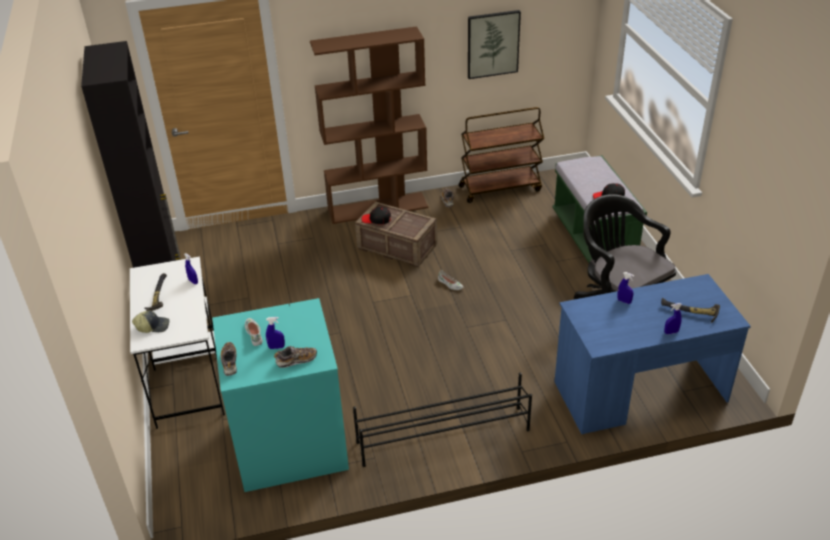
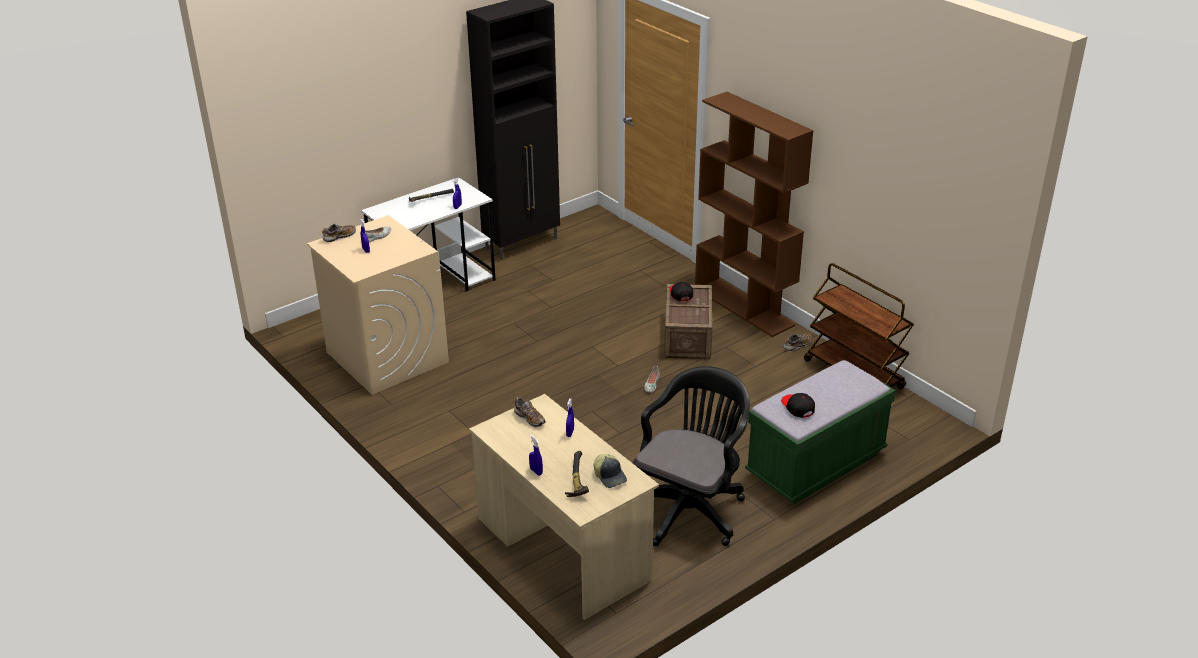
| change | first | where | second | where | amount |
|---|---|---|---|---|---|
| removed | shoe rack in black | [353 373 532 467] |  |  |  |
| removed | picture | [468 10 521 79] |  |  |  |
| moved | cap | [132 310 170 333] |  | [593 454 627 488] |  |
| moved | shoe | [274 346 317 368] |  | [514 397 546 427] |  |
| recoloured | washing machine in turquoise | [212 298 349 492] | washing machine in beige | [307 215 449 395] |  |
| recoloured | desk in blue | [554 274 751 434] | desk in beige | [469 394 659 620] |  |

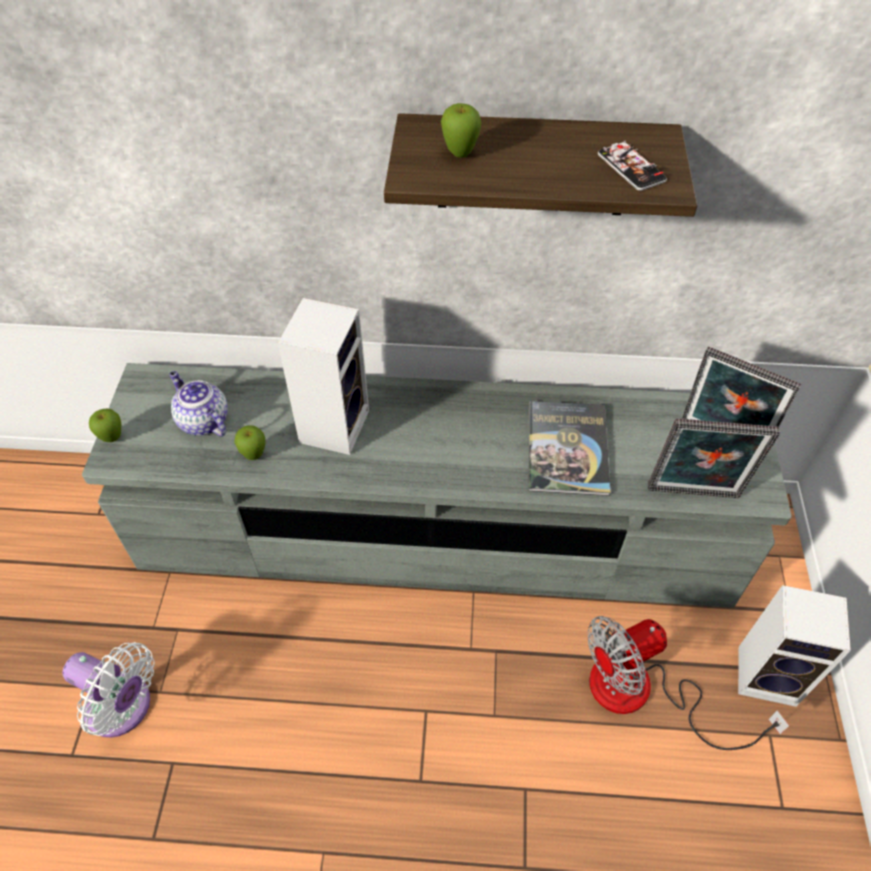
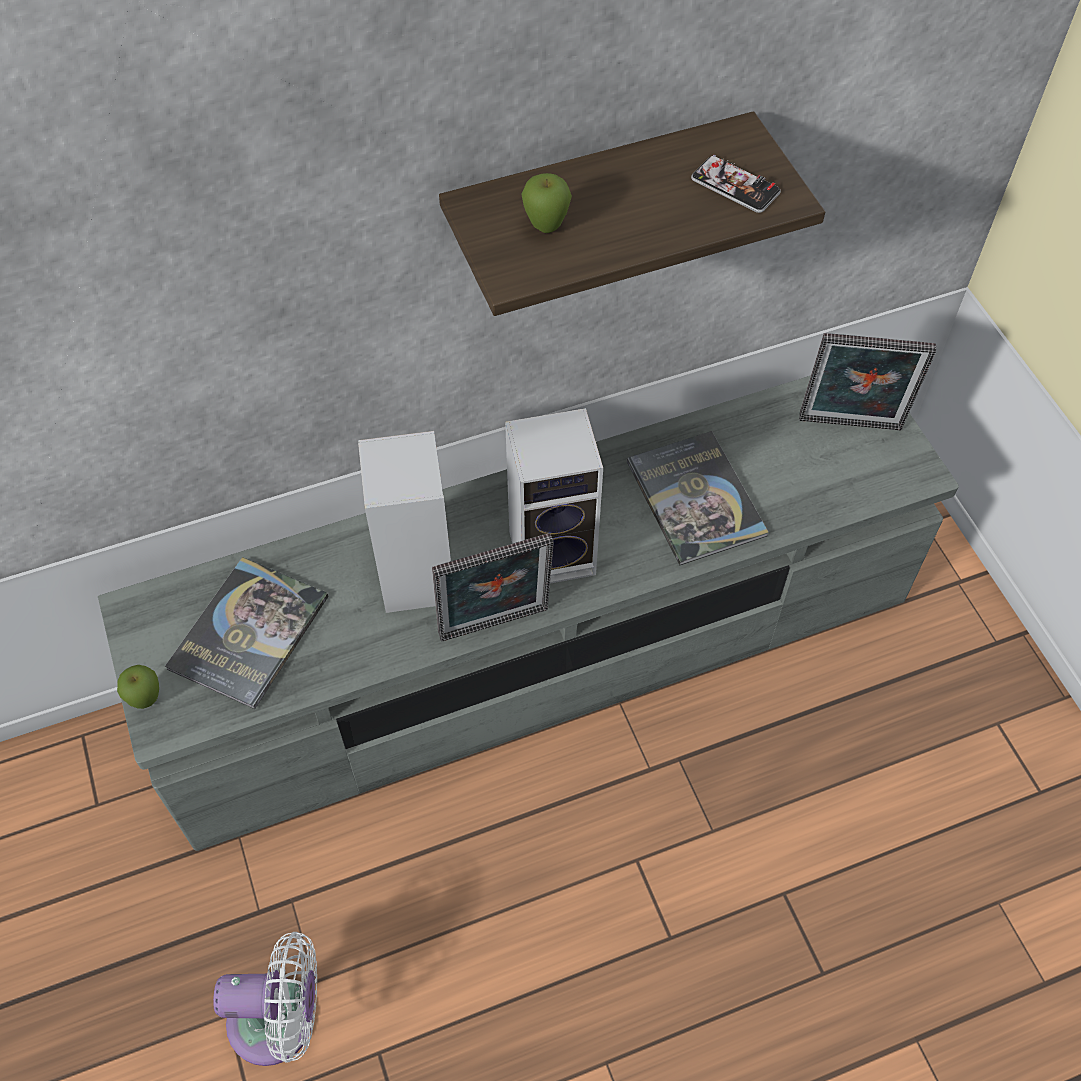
| change | first | where | second | where | amount |
|---|---|---|---|---|---|
| removed | apple | [234 425 266 460] |  |  |  |
| removed | fan | [587 616 789 750] |  |  |  |
| moved | picture frame | [648 419 780 498] |  | [432 533 554 642] |  |
| moved | speaker | [738 585 851 707] |  | [505 408 603 583] |  |
| replaced | teapot | [169 371 228 437] | book | [165 557 329 709] |  |

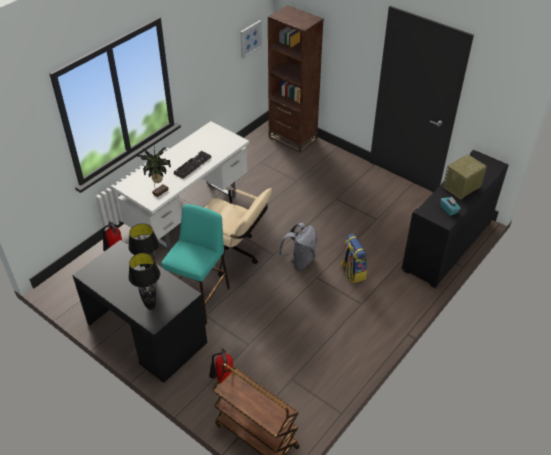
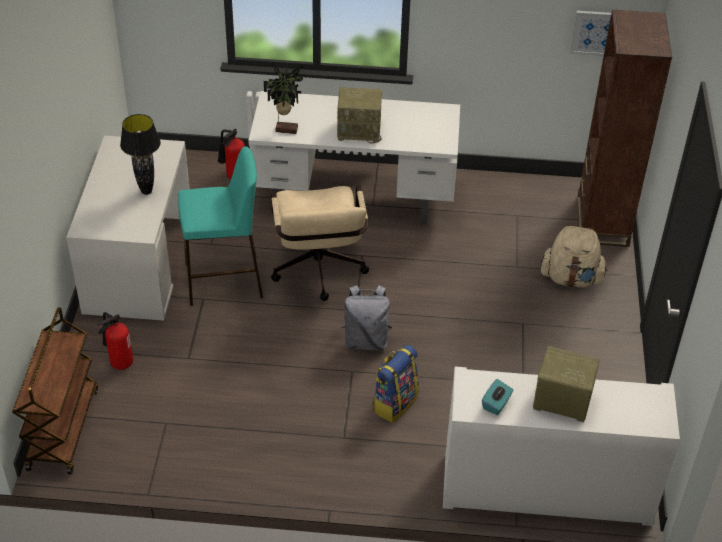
| change | first | where | second | where | amount |
|---|---|---|---|---|---|
| removed | table lamp in black | [128 253 160 310] |  |  |  |
| added |  |  | backpack in beige | [541 225 608 287] |  |
| replaced | keyboard | [174 151 211 179] | radio | [337 87 382 144] |  |
| recoloured | desk in black | [72 240 207 383] | desk in white | [66 136 190 321] |  |
| recoloured | cabinet in black | [402 150 509 288] | cabinet in white | [443 367 680 526] |  |

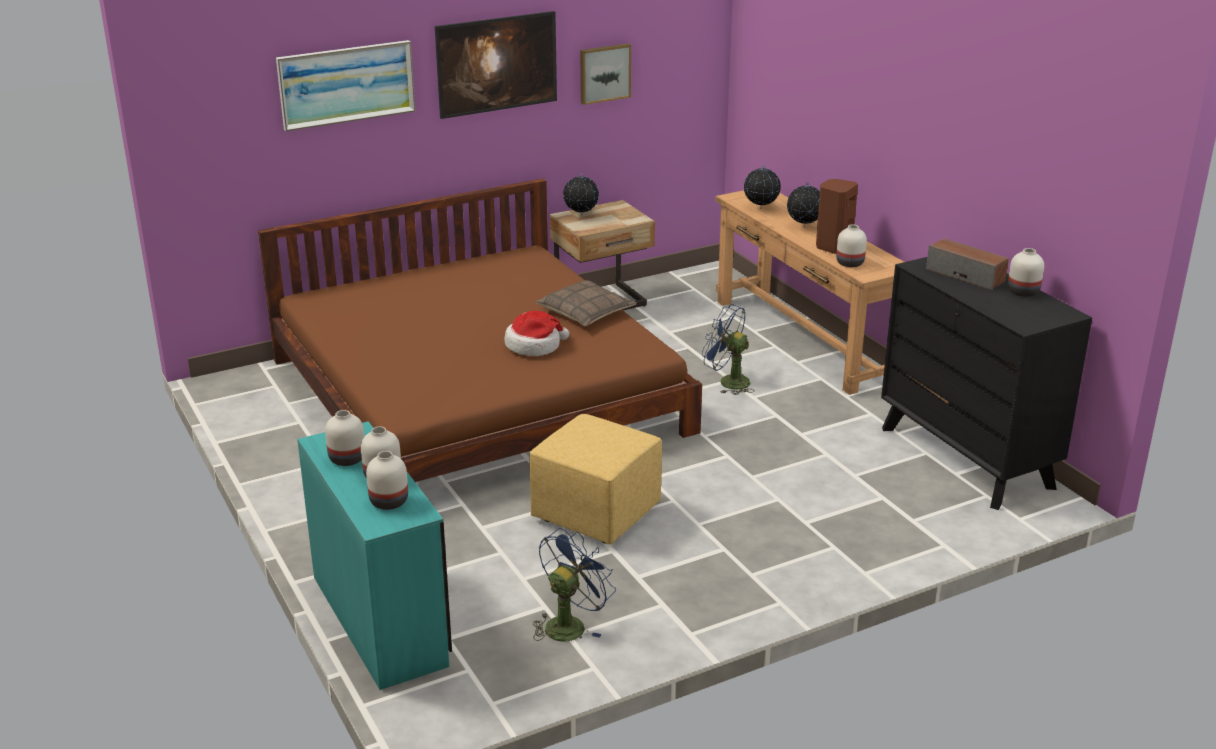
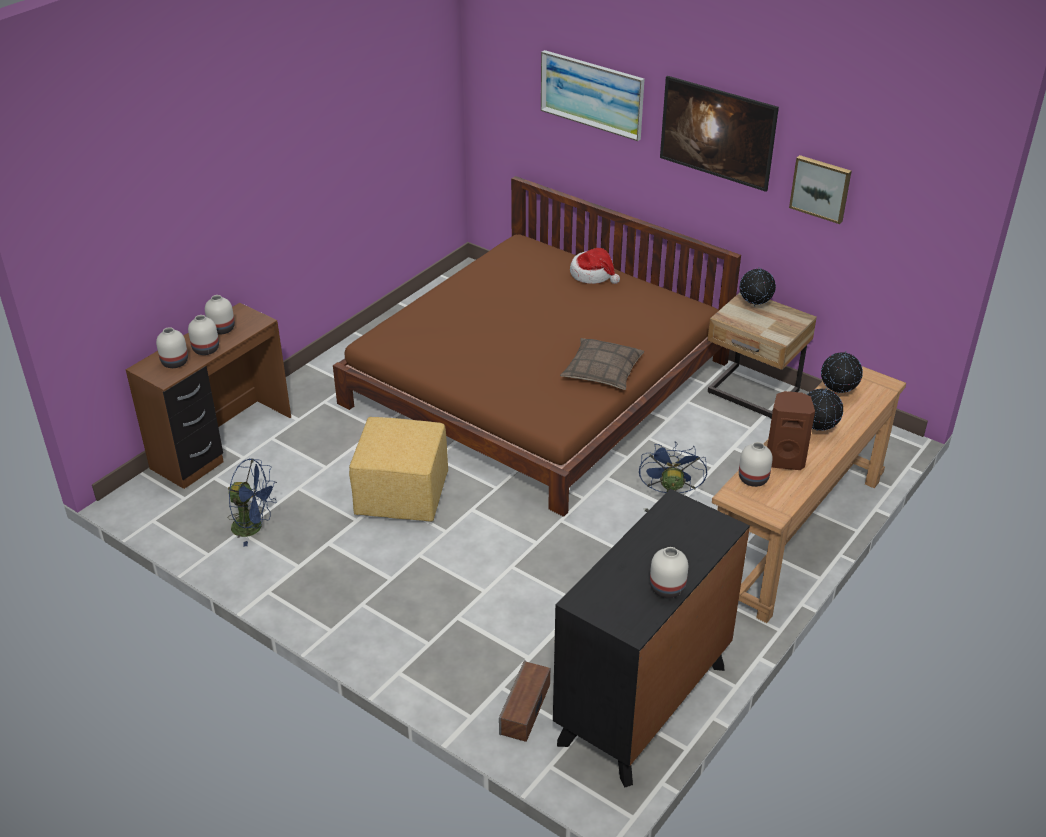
| change | first | where | second | where | amount |
|---|---|---|---|---|---|
| moved | hat | [504 311 569 356] |  | [570 248 620 284] |  |
| moved | speaker | [926 238 1009 290] |  | [499 660 550 742] |  |
| recoloured | desk in turquoise | [297 421 452 690] | desk in brown | [126 303 291 489] |  |

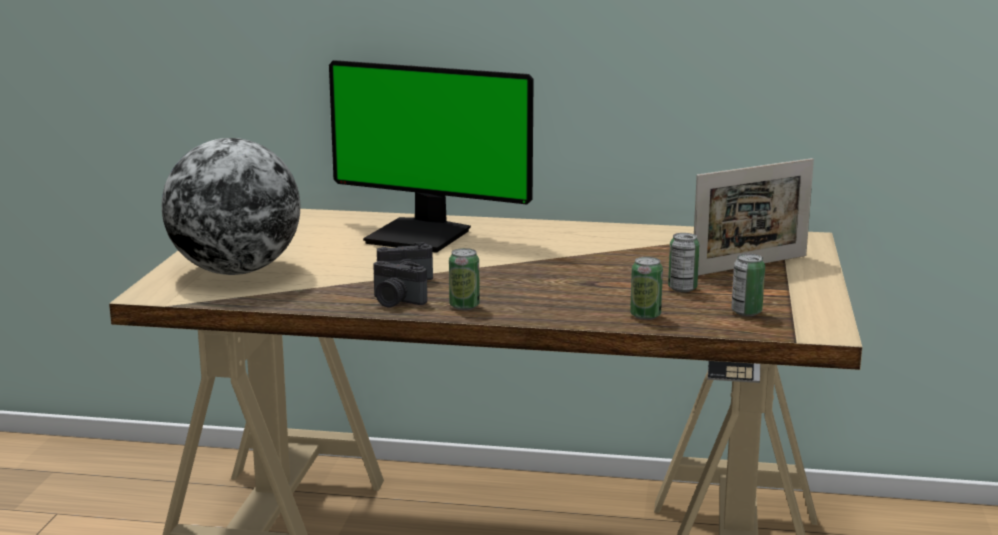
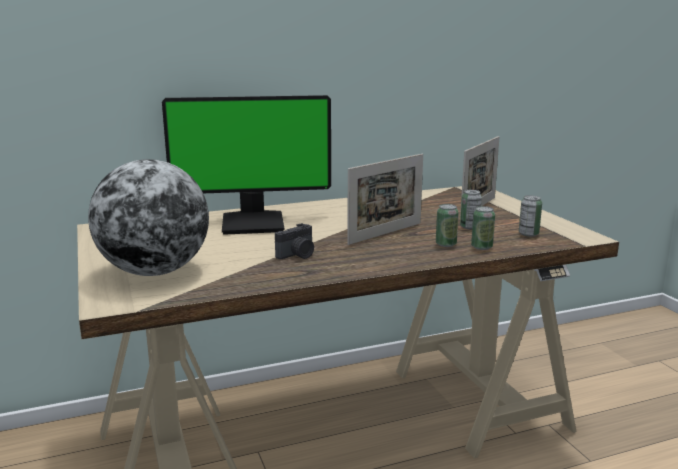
| change | first | where | second | where | amount |
|---|---|---|---|---|---|
| removed | photo camera | [373 261 427 307] |  |  |  |
| added |  |  | picture frame | [347 154 423 245] |  |
| moved | can | [449 248 479 310] |  | [436 204 459 247] |  |

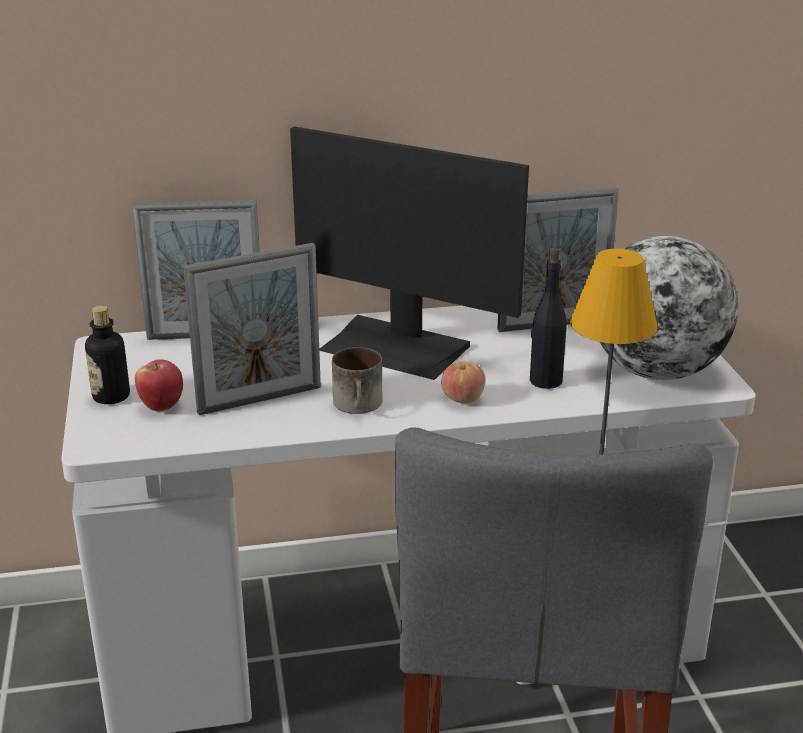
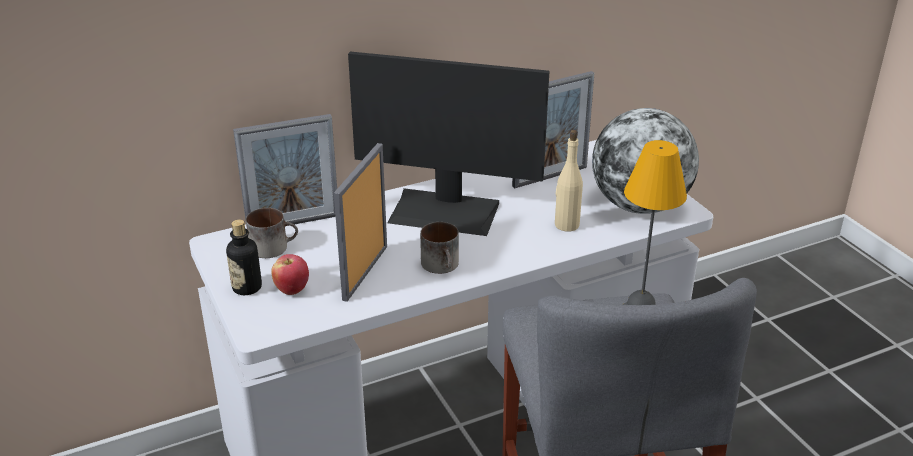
| change | first | where | second | where | amount |
|---|---|---|---|---|---|
| removed | apple | [441 361 485 403] |  |  |  |
| added |  |  | mug | [246 208 298 258] |  |
| recoloured | bottle in black | [530 248 567 389] | bottle in beige | [555 130 583 232] |  |
| turned | picture frame | [183 243 321 415] |  | [334 143 387 302] | 150 degrees clockwise |

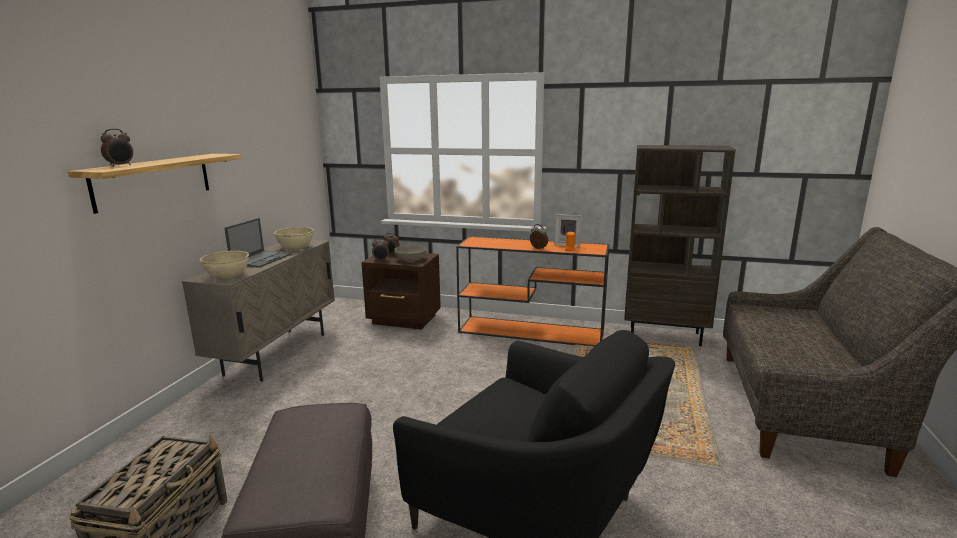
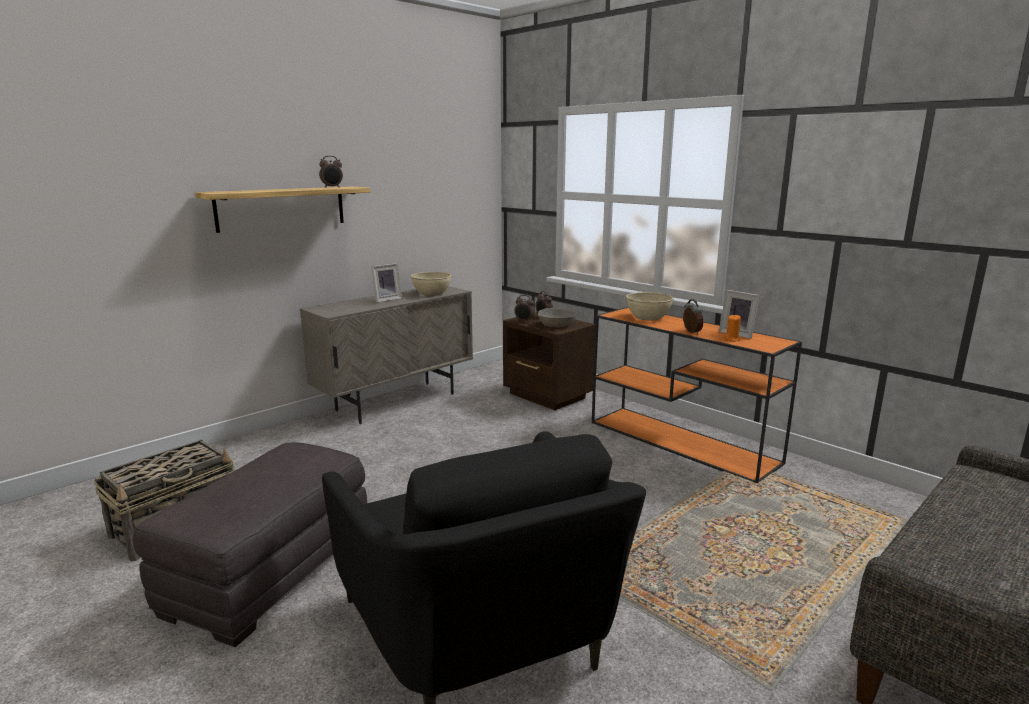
| change | first | where | second | where | amount |
|---|---|---|---|---|---|
| removed | bookcase in brown | [624 145 736 346] |  |  |  |
| moved | alarm clock | [101 129 133 167] |  | [319 156 343 188] |  |
| moved | bowl in beige | [200 251 249 280] |  | [626 292 674 321] |  |
| replaced | laptop | [224 218 291 268] | picture frame | [371 263 402 303] |  |

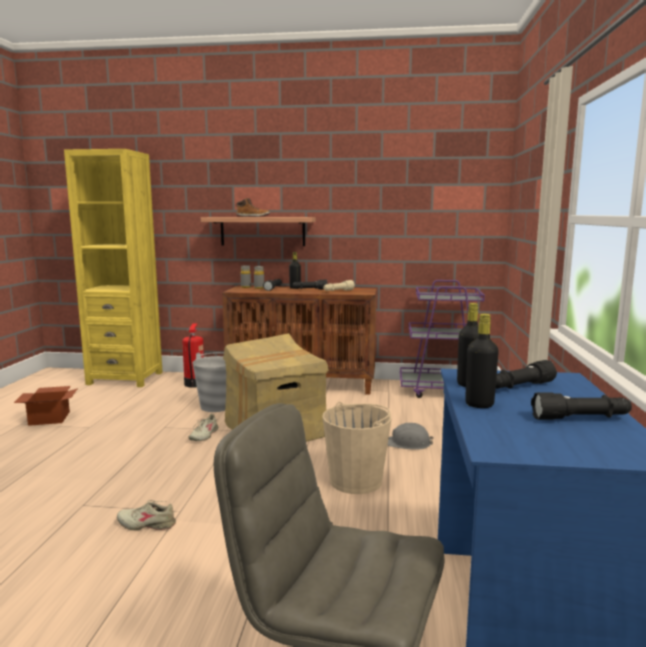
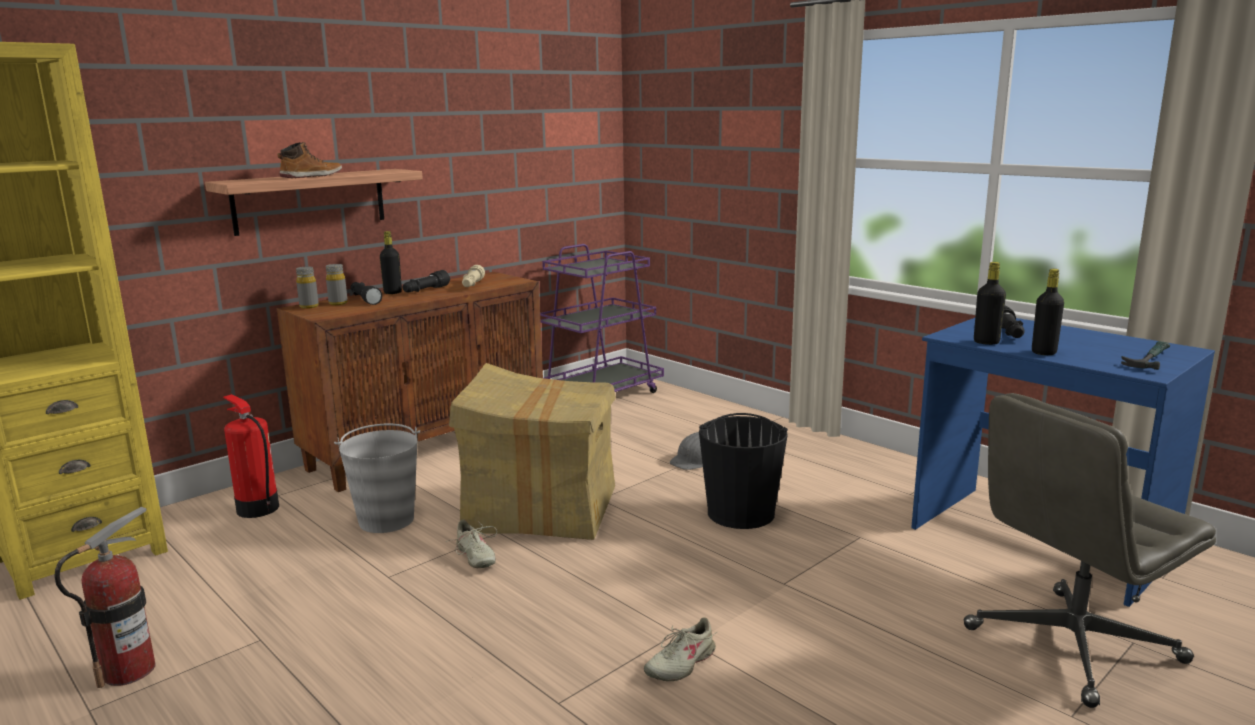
| change | first | where | second | where | amount |
|---|---|---|---|---|---|
| removed | flashlight in black | [531 393 632 420] |  |  |  |
| added |  |  | hammer | [1121 341 1170 370] |  |
| replaced | cardboard box | [14 386 78 426] | fire extinguisher | [54 507 155 688] |  |
| recoloured | bucket in beige | [322 402 392 494] | bucket in black | [699 413 788 529] |  |

